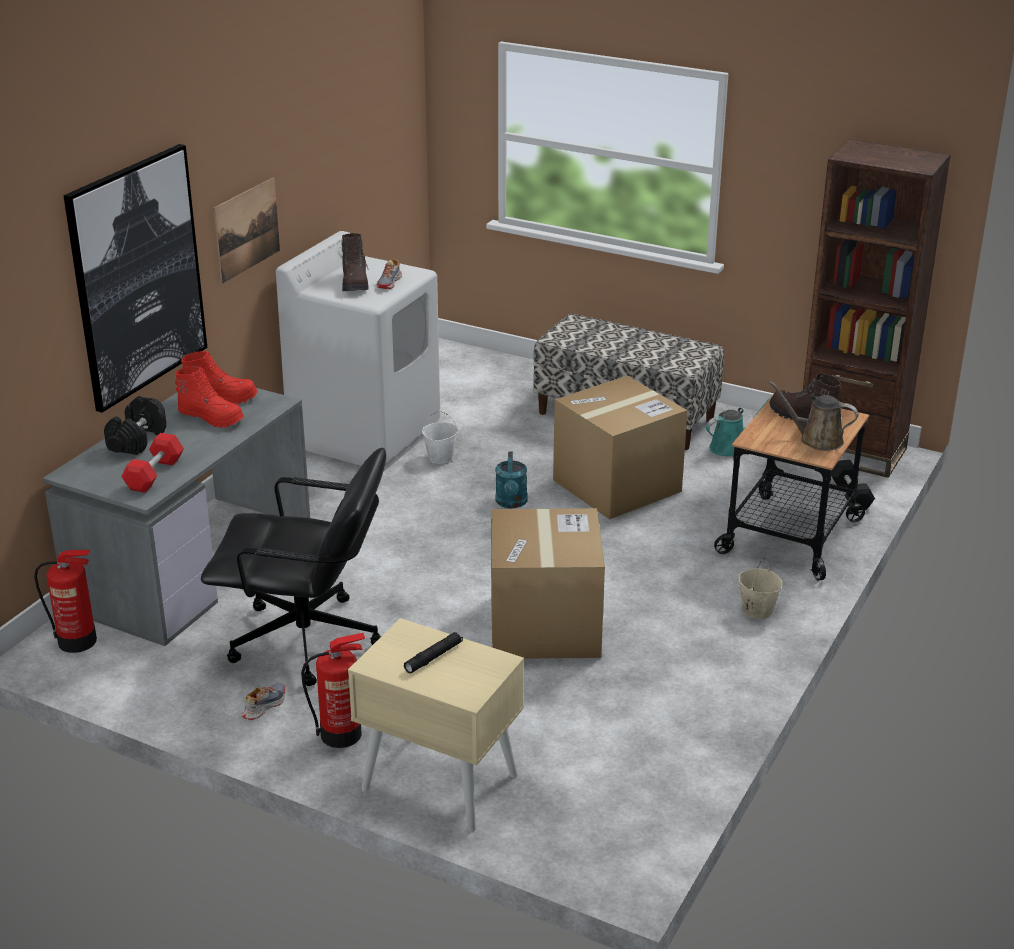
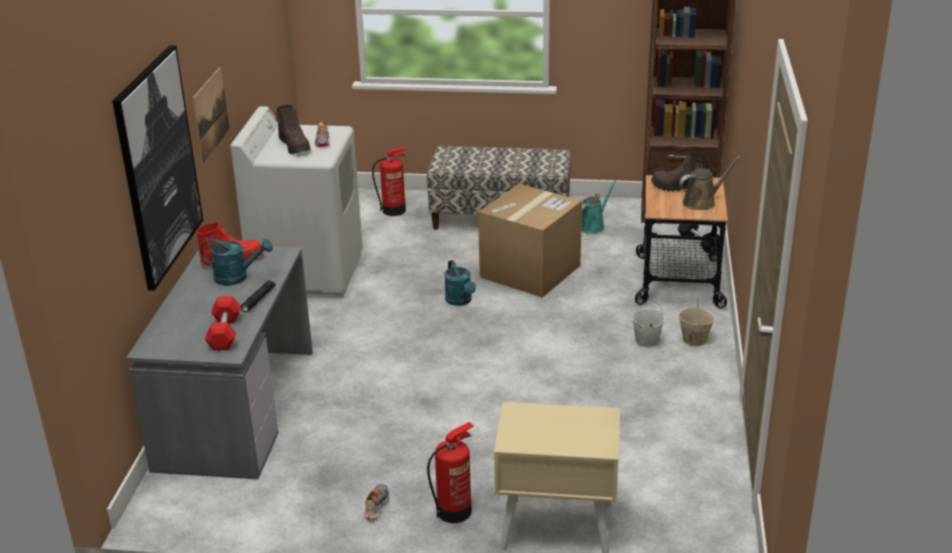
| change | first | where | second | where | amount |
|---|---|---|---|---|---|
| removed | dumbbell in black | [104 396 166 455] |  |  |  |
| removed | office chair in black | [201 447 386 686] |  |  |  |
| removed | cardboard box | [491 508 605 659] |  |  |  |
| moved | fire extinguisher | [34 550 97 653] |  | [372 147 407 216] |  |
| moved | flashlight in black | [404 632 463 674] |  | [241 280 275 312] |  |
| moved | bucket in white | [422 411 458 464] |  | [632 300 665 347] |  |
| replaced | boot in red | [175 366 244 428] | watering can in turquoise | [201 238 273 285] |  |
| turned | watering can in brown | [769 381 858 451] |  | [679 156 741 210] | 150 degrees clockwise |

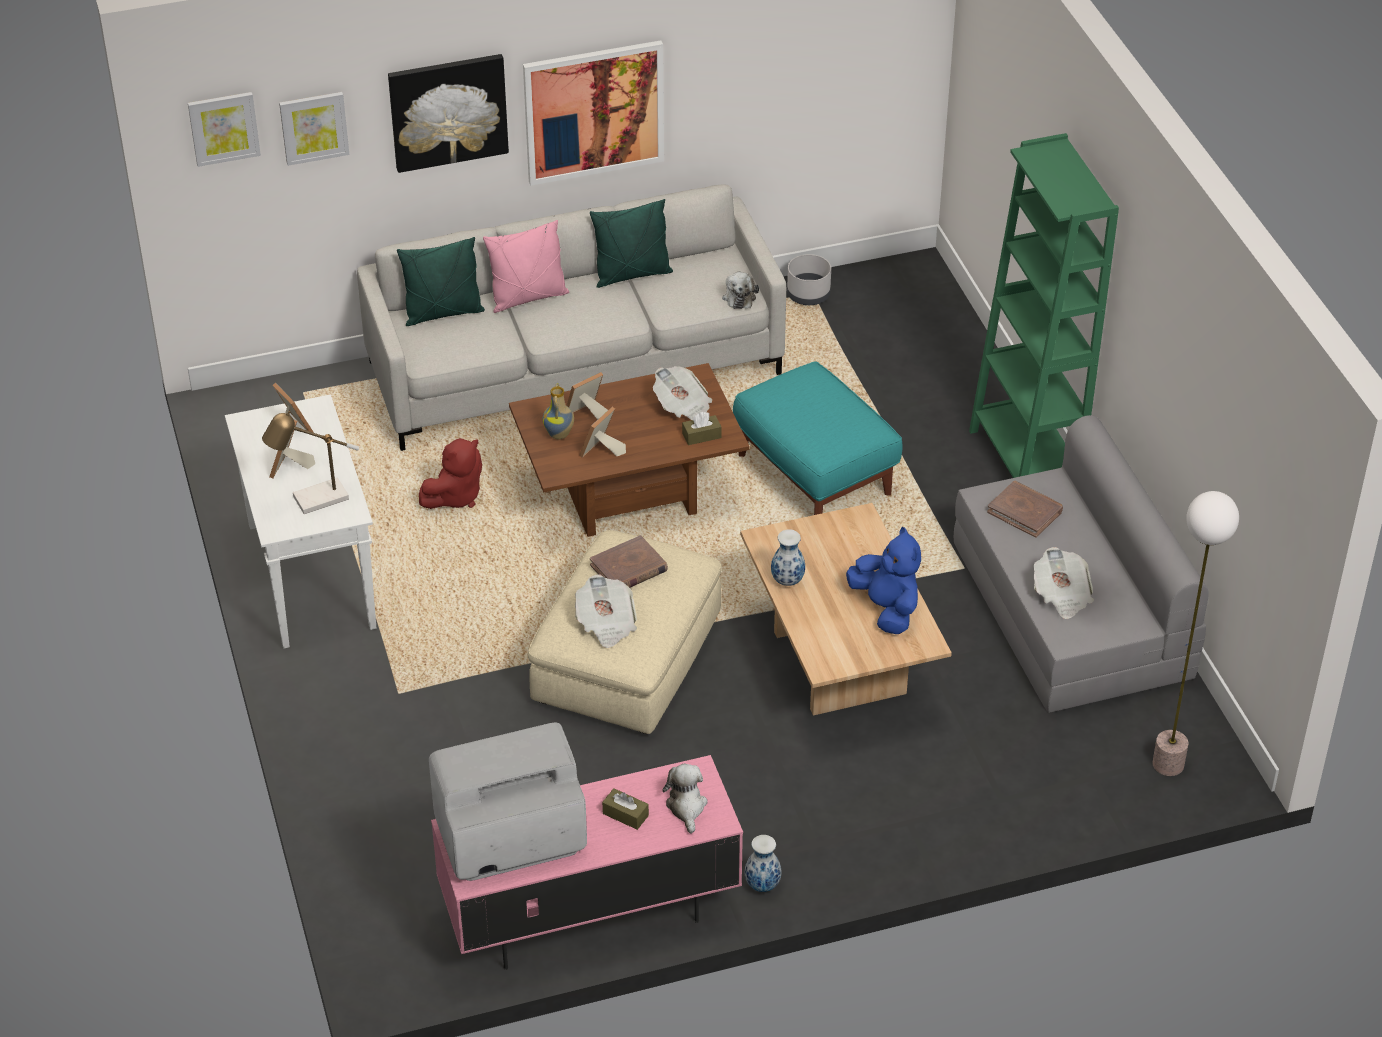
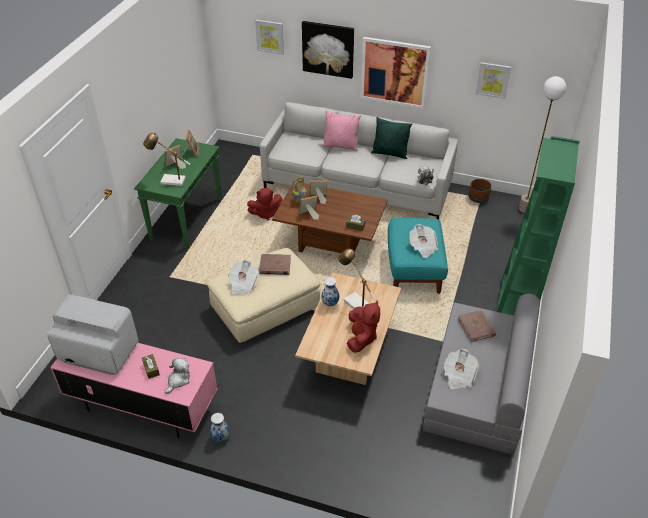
| change | first | where | second | where | amount |
|---|---|---|---|---|---|
| removed | pillow in green | [397 237 485 326] |  |  |  |
| added |  |  | table lamp | [338 249 375 309] |  |
| moved | picture | [188 92 261 167] |  | [476 62 511 99] |  |
| moved | newspaper | [653 366 712 420] |  | [410 224 438 258] |  |
| moved | floor lamp | [1152 491 1239 776] |  | [519 76 566 213] |  |
| recoloured | console table in white | [225 394 376 648] | console table in green | [134 138 222 249] |  |
| recoloured | planter in grey | [787 254 831 305] | planter in brown | [469 179 492 203] |  |
| recoloured | plush toy in blue | [846 527 921 634] | plush toy in red | [347 301 380 353] |  |

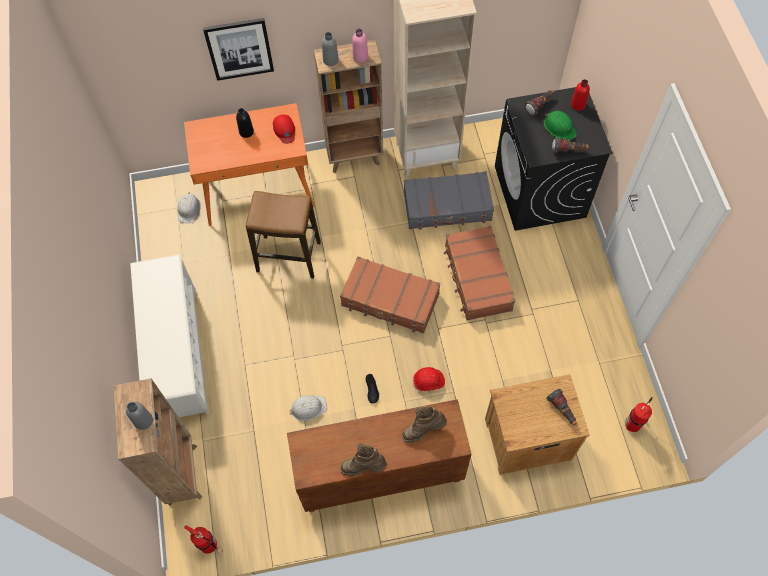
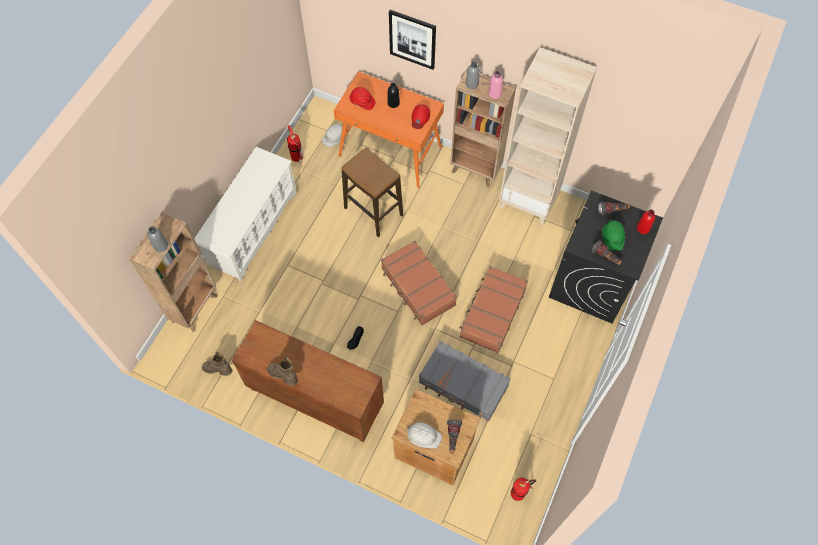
| change | first | where | second | where | amount |
|---|---|---|---|---|---|
| moved | fire extinguisher | [184 525 223 554] |  | [287 125 303 164] |  |
| moved | hard hat in white | [289 395 327 421] |  | [406 422 442 449] |  |
| moved | boot in brown | [402 406 447 443] |  | [202 352 233 376] |  |
| moved | suitcase in grey | [404 171 494 230] |  | [419 341 511 421] |  |
| moved | hard hat in red | [413 367 445 391] |  | [349 87 375 110] |  |

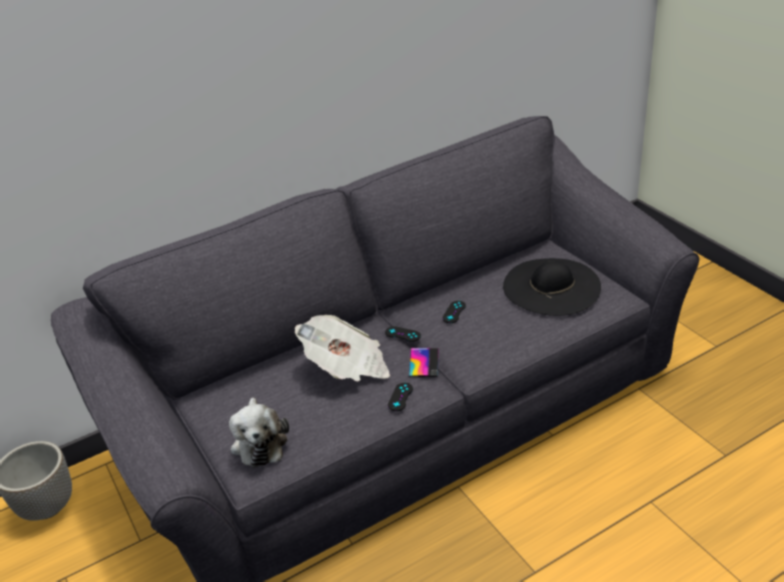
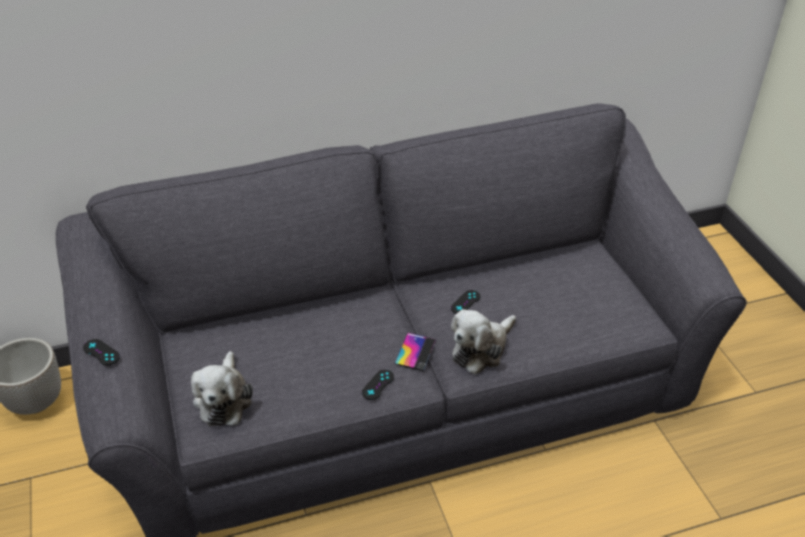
| change | first | where | second | where | amount |
|---|---|---|---|---|---|
| removed | newspaper | [295 315 390 381] |  |  |  |
| removed | hat in black | [503 258 601 316] |  |  |  |
| added |  |  | plush toy | [451 309 516 374] |  |
| moved | game controller in black | [385 326 421 342] |  | [83 339 120 365] |  |

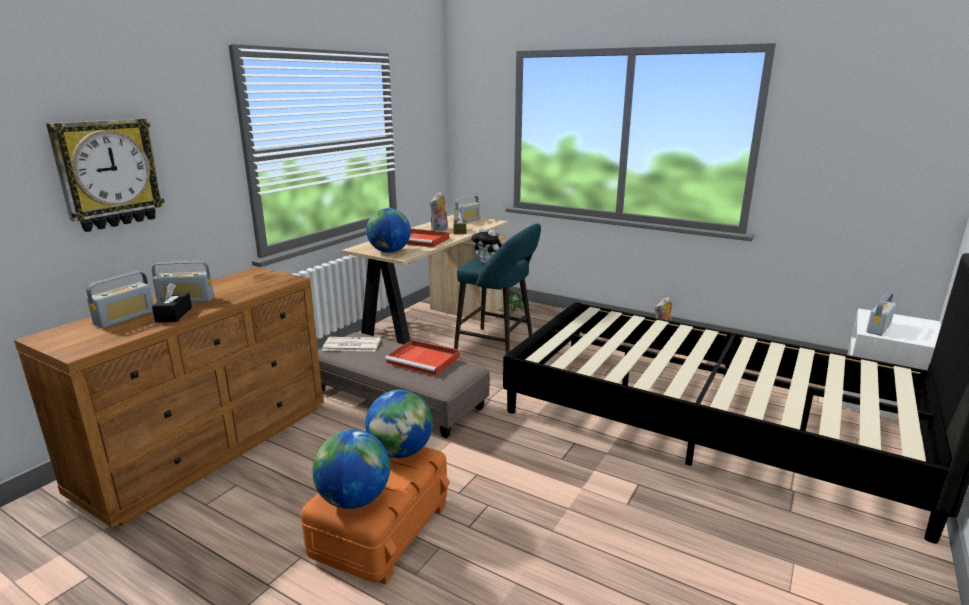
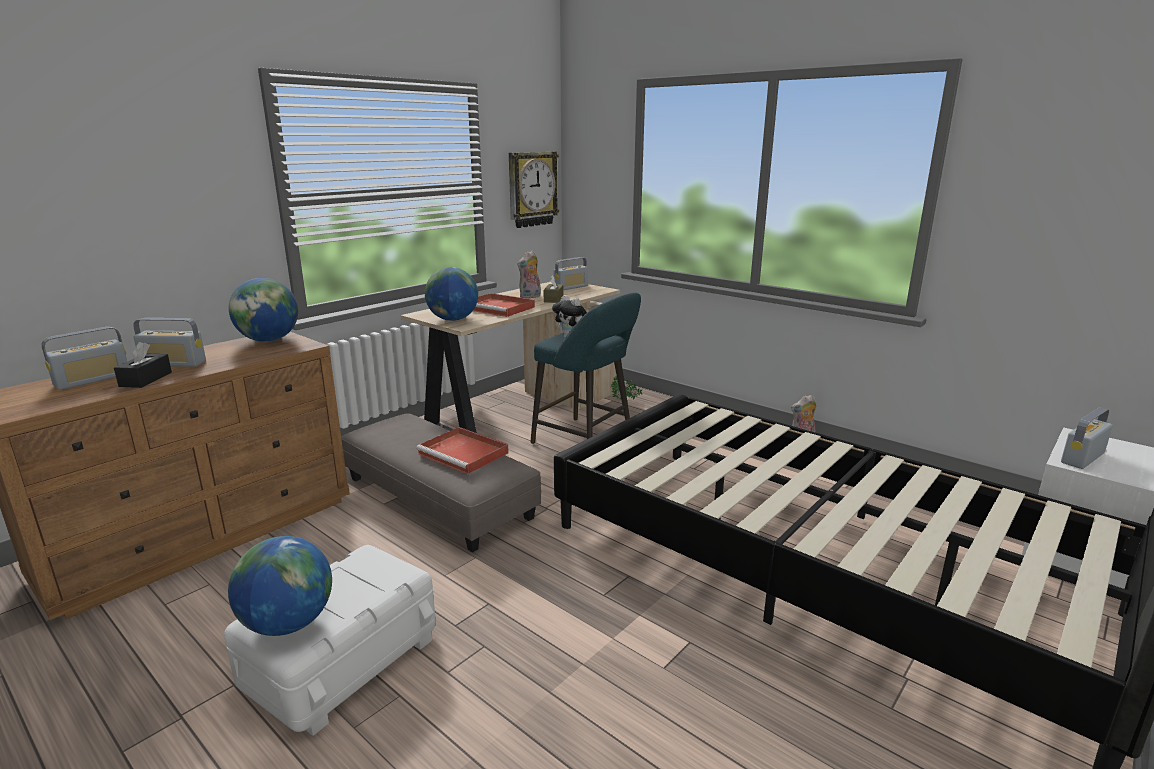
| change | first | where | second | where | amount |
|---|---|---|---|---|---|
| removed | newspaper | [322 337 380 351] |  |  |  |
| moved | wall clock | [46 119 165 232] |  | [509 152 559 228] |  |
| moved | globe | [365 390 433 458] |  | [229 278 298 342] |  |
| recoloured | storage box in orange | [301 447 450 585] | storage box in white | [224 545 436 736] |  |

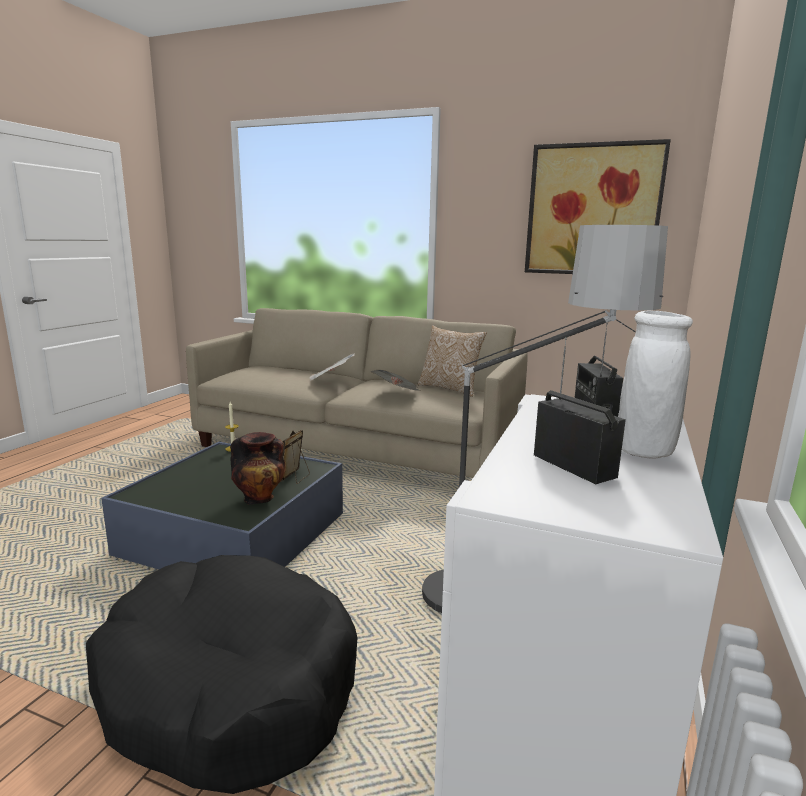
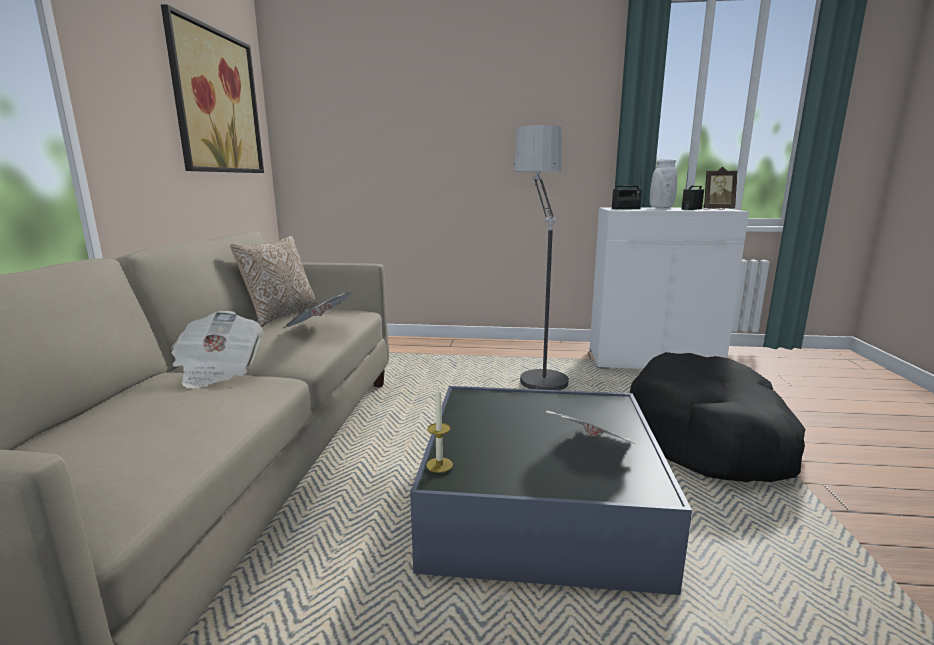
| change | first | where | second | where | amount |
|---|---|---|---|---|---|
| removed | vase | [230 432 286 505] |  |  |  |
| added |  |  | newspaper | [546 411 635 444] |  |
| moved | picture frame | [280 430 310 484] |  | [703 166 738 209] |  |

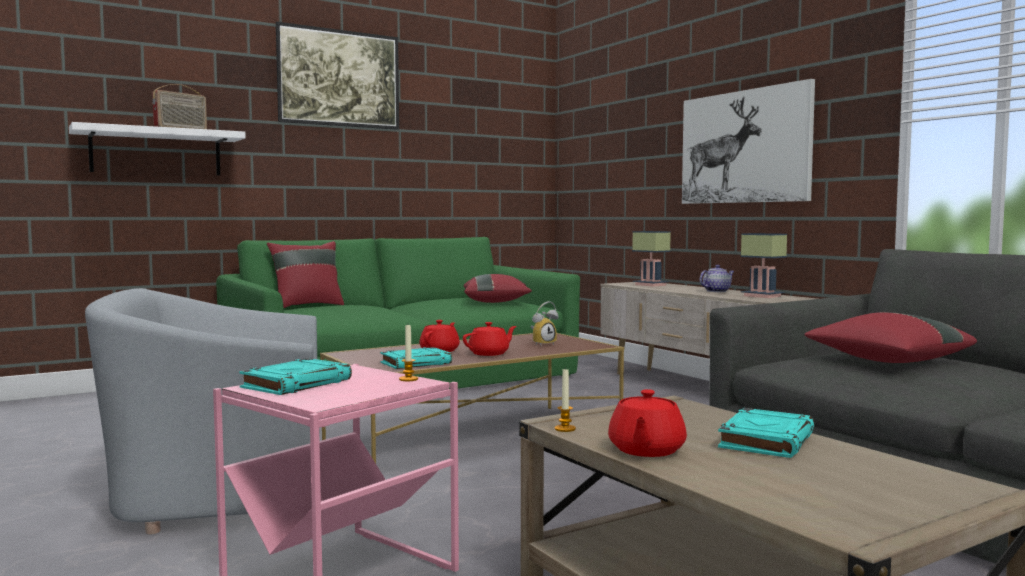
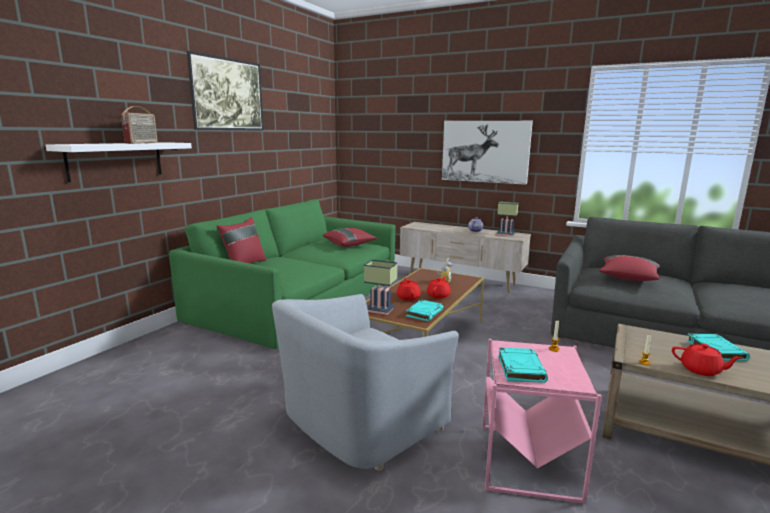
| change | first | where | second | where | amount |
|---|---|---|---|---|---|
| moved | table lamp | [632 231 671 287] |  | [364 260 397 315] |  |
| turned | teapot in red | [608 389 687 457] |  | [672 343 743 376] | 45 degrees counterclockwise |

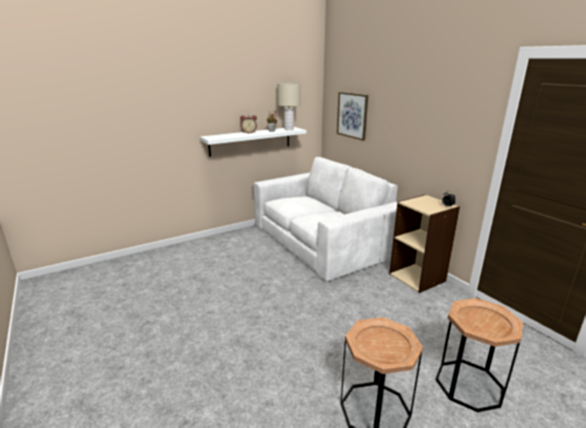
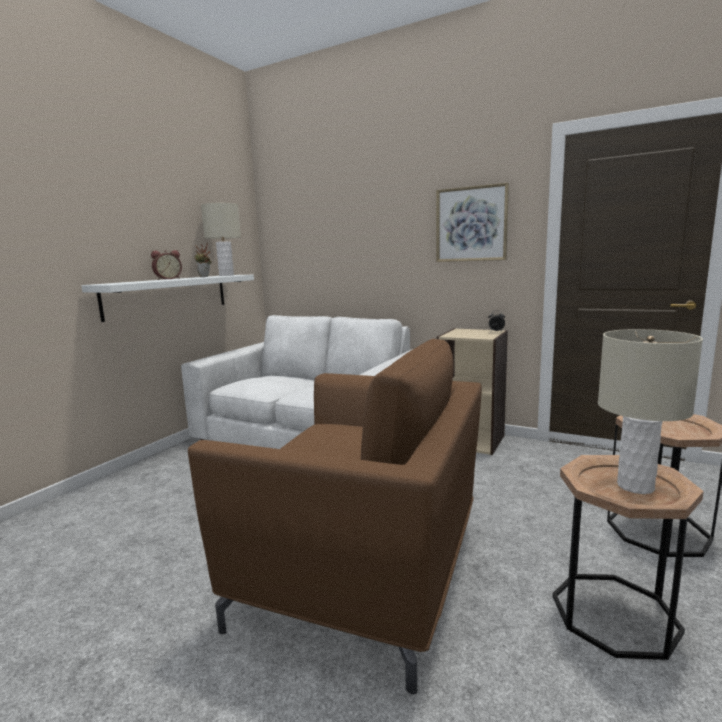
| change | first | where | second | where | amount |
|---|---|---|---|---|---|
| added |  |  | armchair in brown | [188 339 482 694] |  |
| added |  |  | table lamp in beige | [598 329 703 494] |  |
| moved | picture | [337 92 368 141] |  | [436 183 509 262] |  |

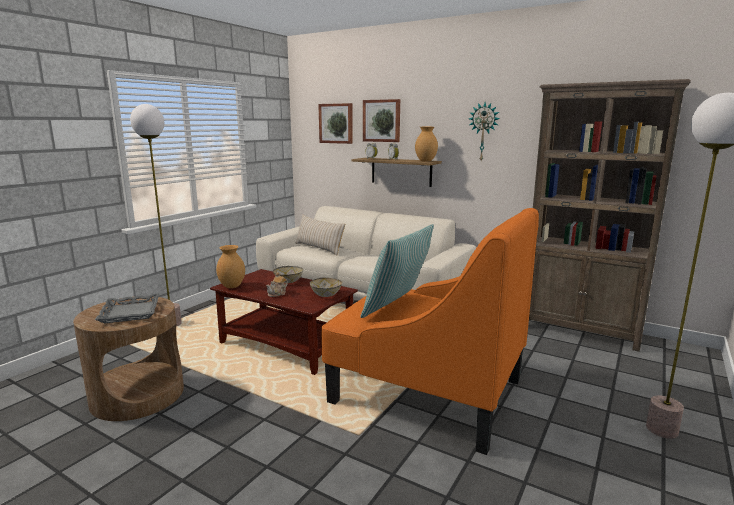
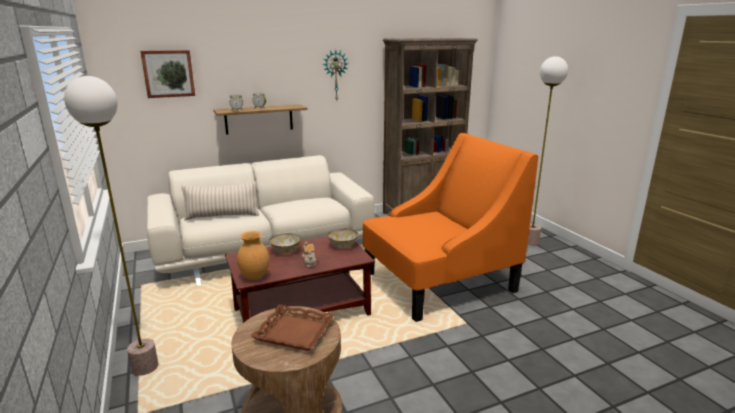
| change | first | where | second | where | amount |
|---|---|---|---|---|---|
| removed | pillow | [361 224 434 318] |  |  |  |
| removed | picture | [363 99 400 142] |  |  |  |
| removed | vase in brown | [415 127 438 162] |  |  |  |
| recoloured | tray in grey | [95 294 160 323] | tray in brown | [250 304 335 351] |  |

